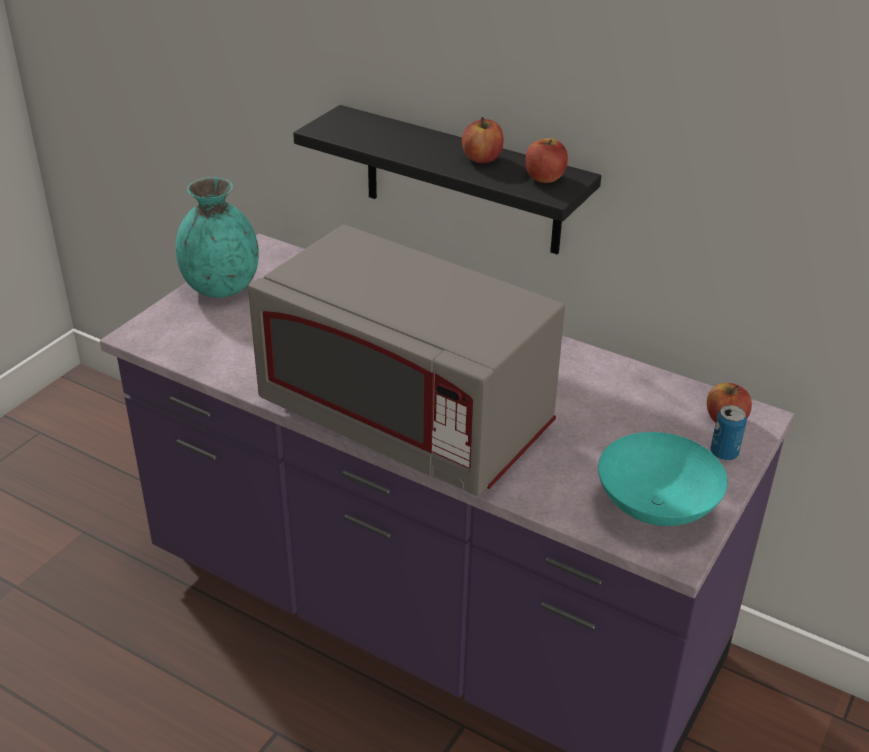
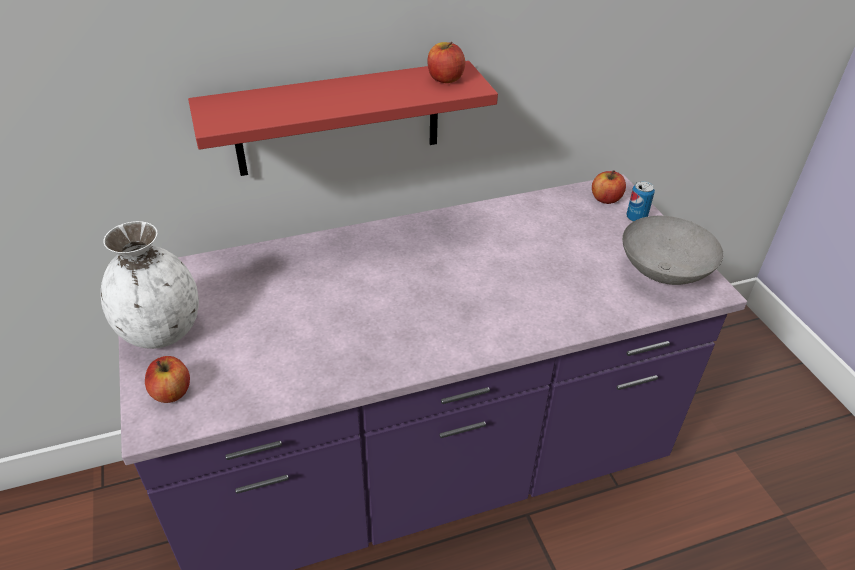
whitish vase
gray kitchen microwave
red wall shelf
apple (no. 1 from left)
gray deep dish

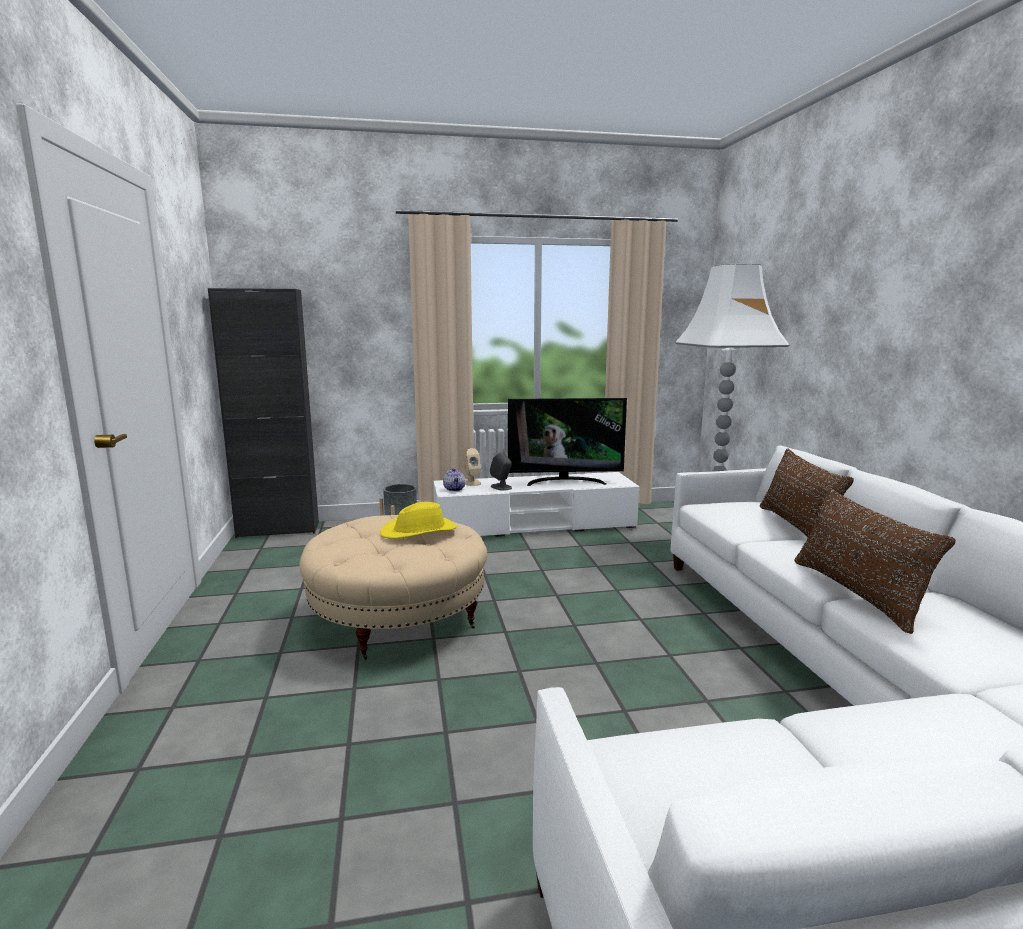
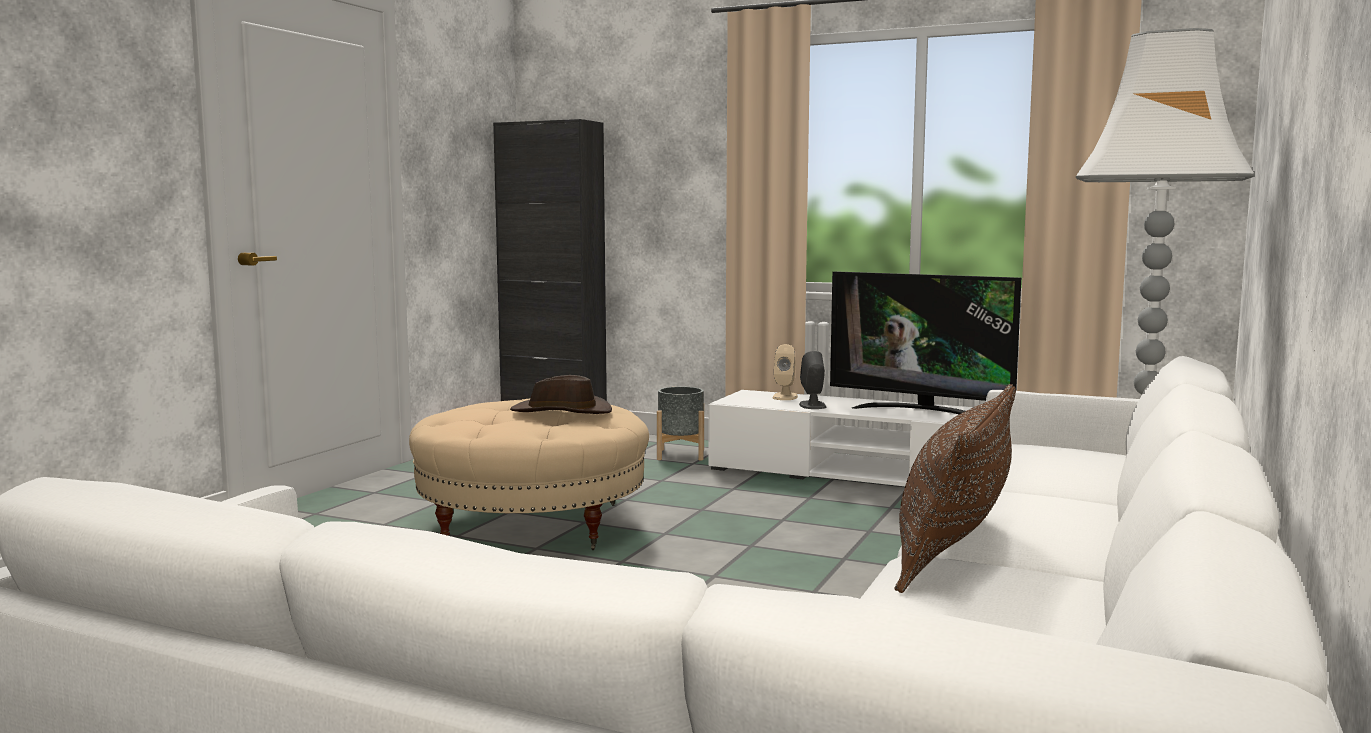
brown-coloured clothing hat
pot for tea
brown-coloured pillow (no. 1 from left in the first image)

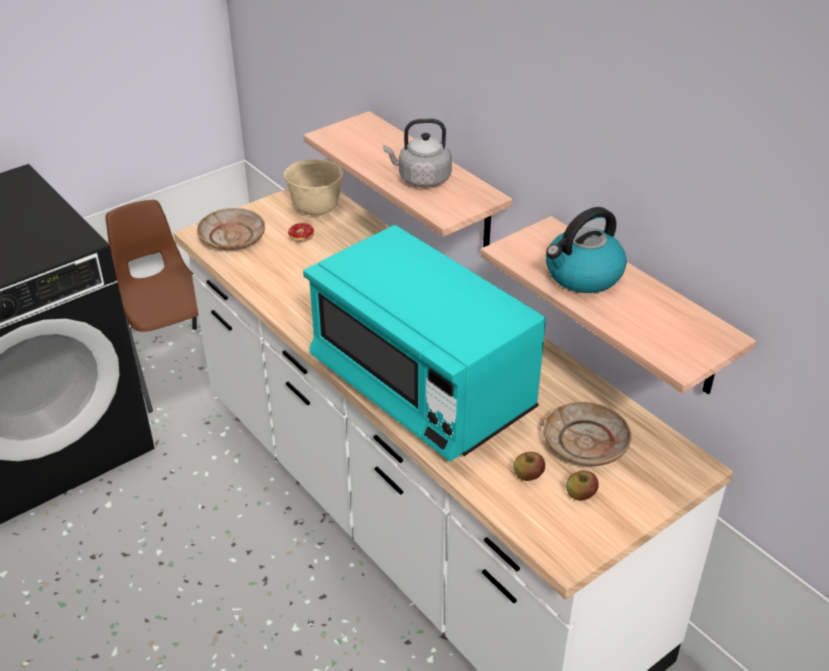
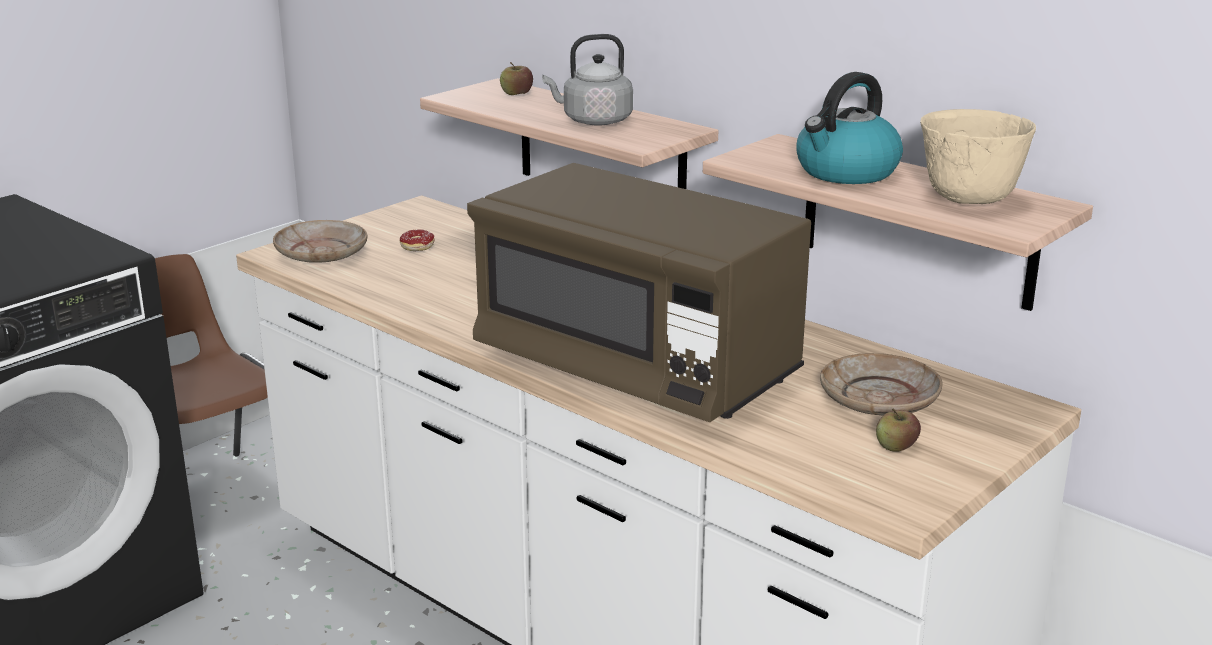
beige-coloured deep dish
brown-coloured kitchen microwave
apple (no. 1 from left)

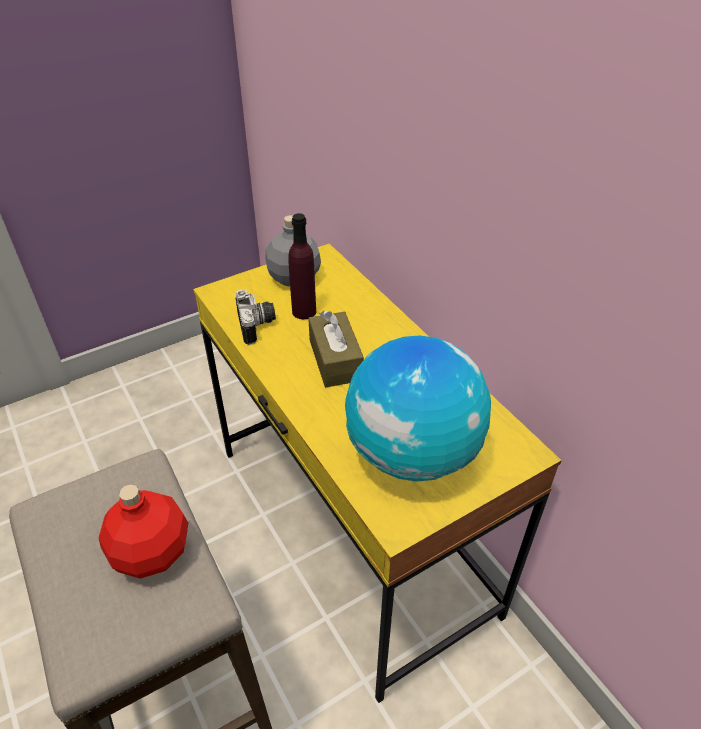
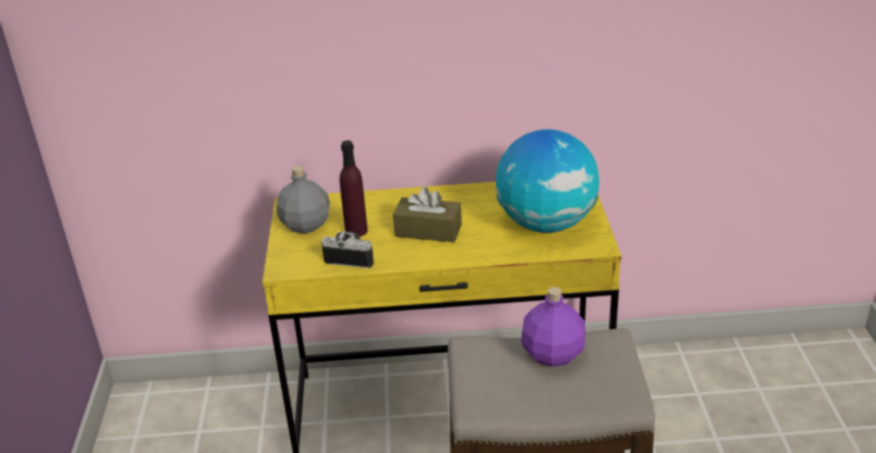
purplish bottle (no. 2 from left)

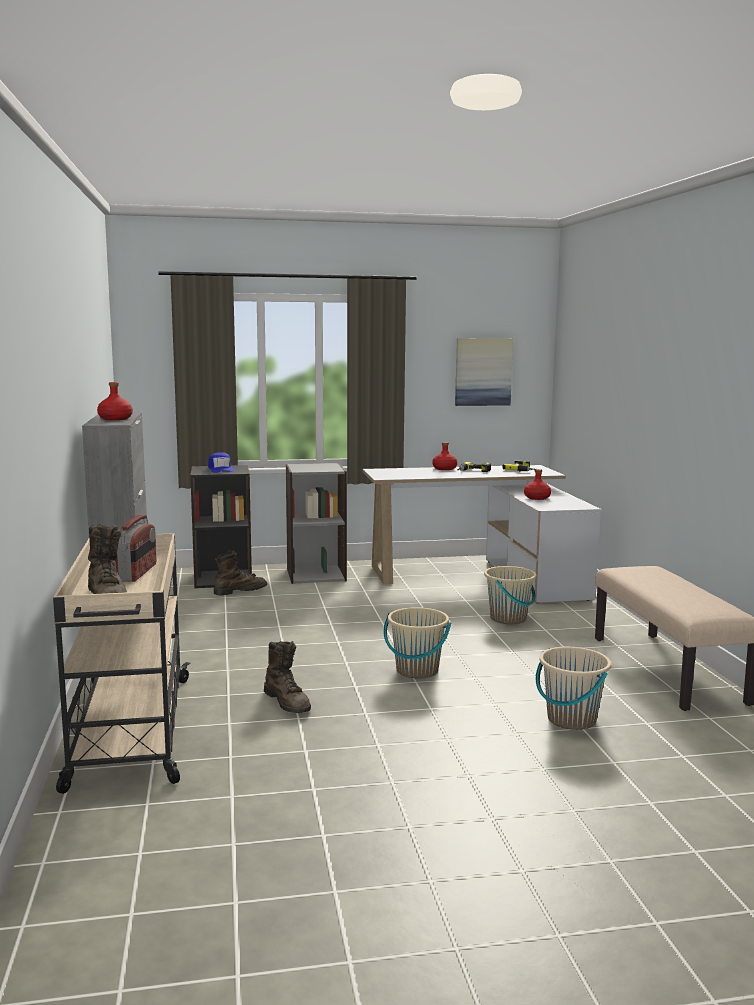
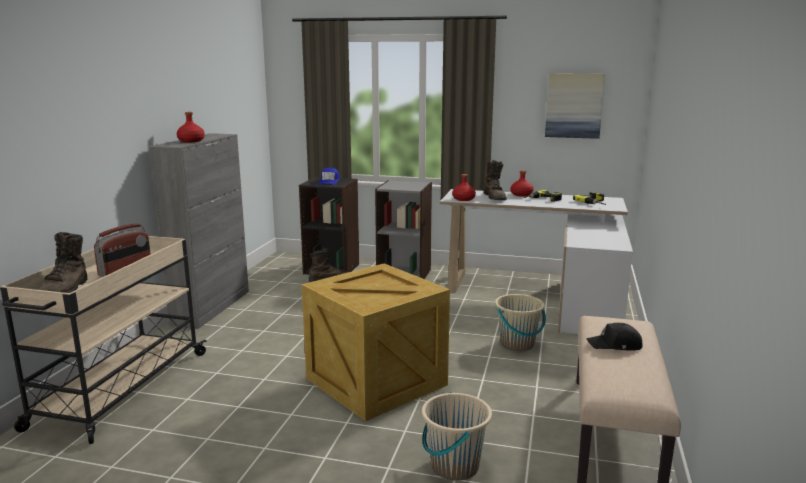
brown-coloured tall boot (no. 3 from left)
shipping crate
red bottle (no. 2 from left)
blackish peaked cap

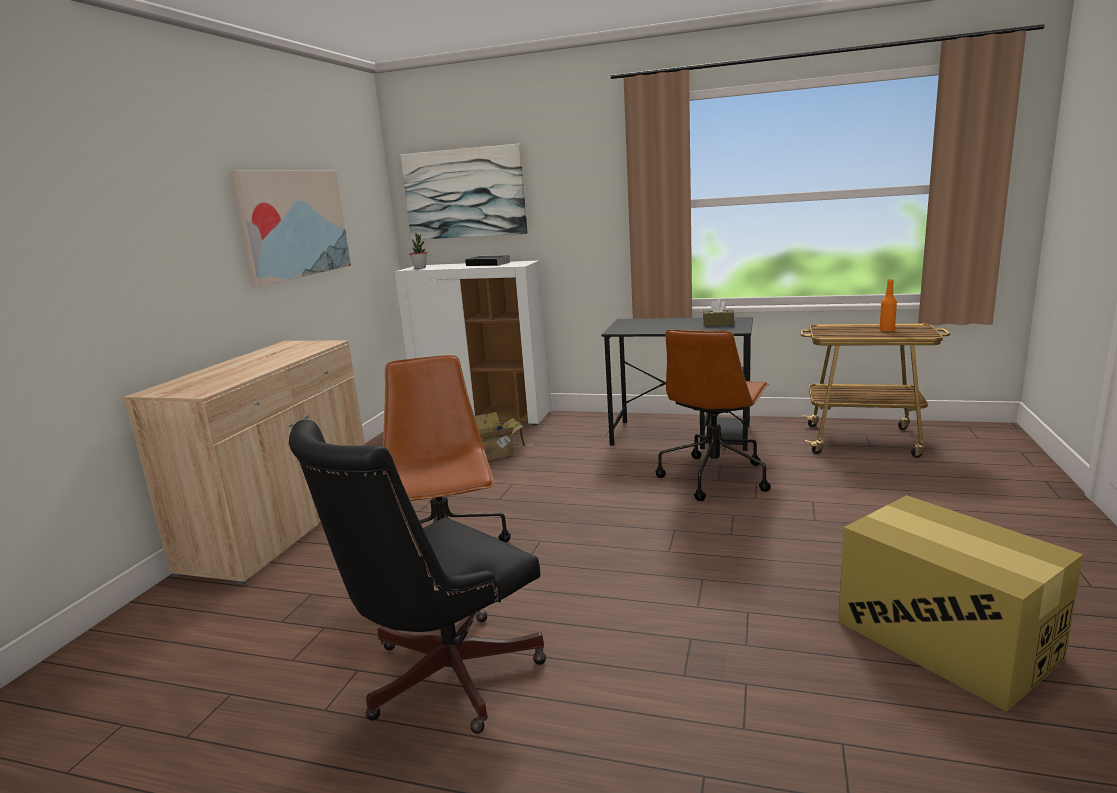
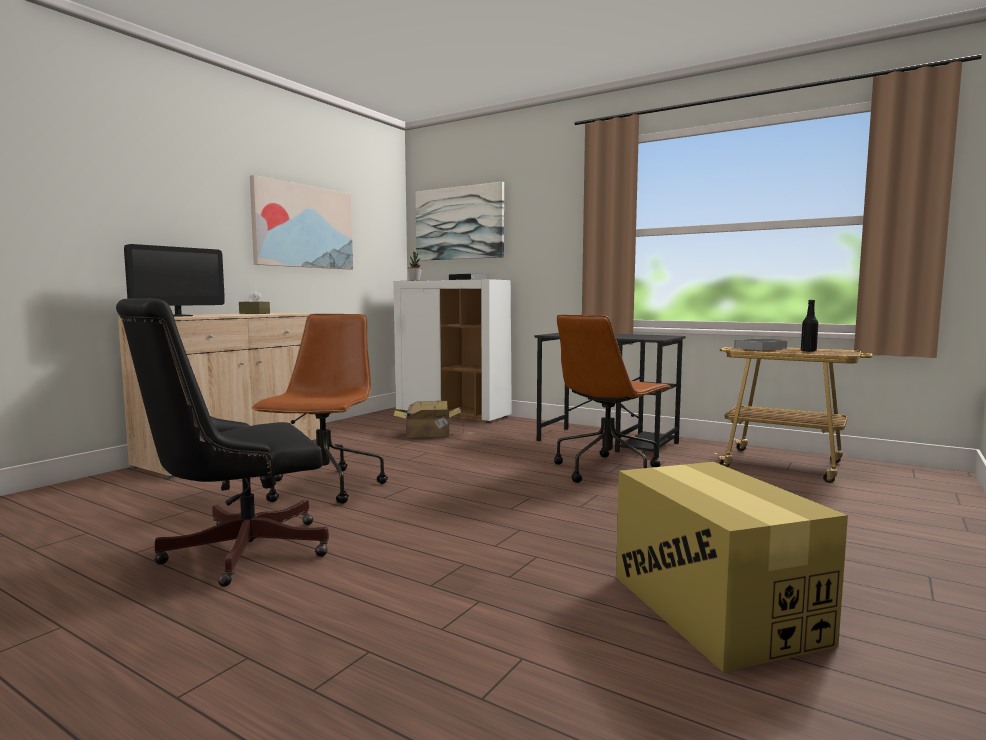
brown-coloured tissue holder
blackish bottle
monitor
volume (no. 2 from left)

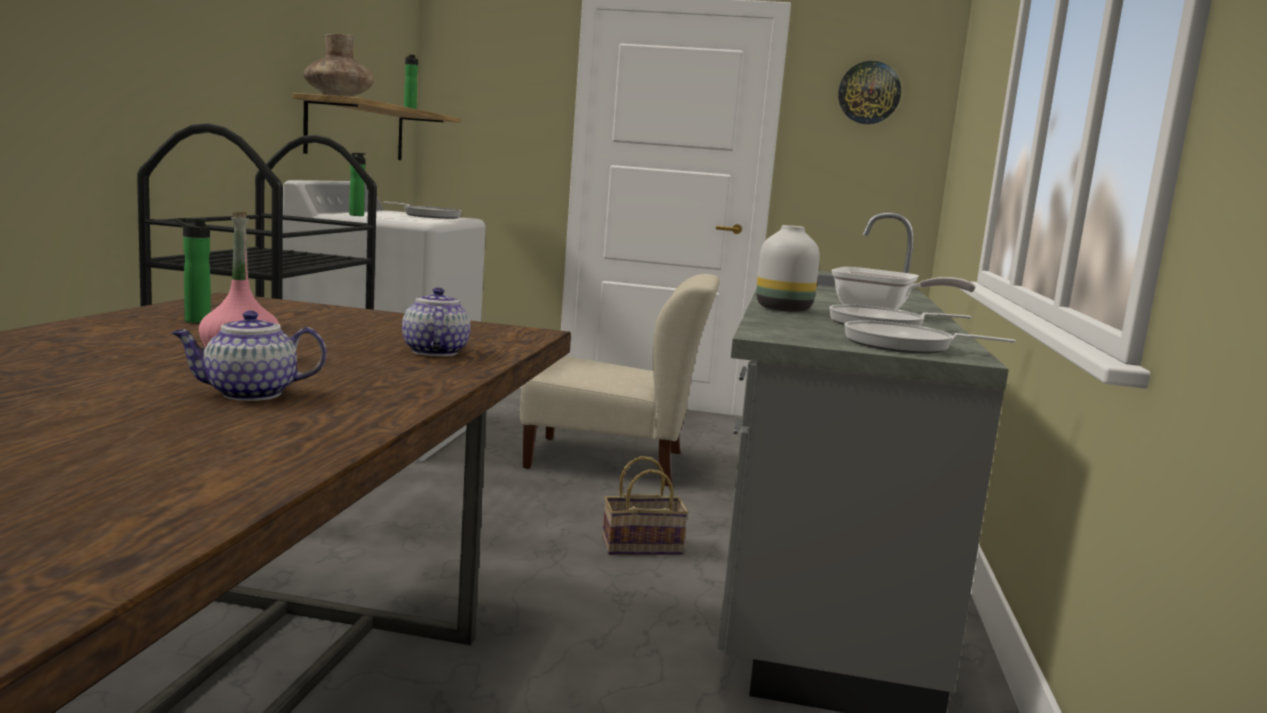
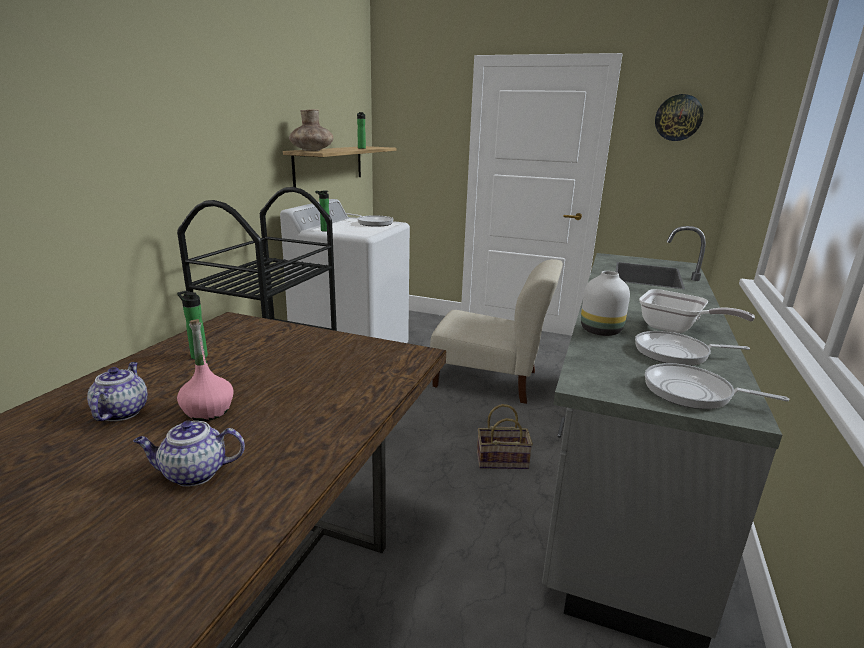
pot for tea (no. 1 from left)

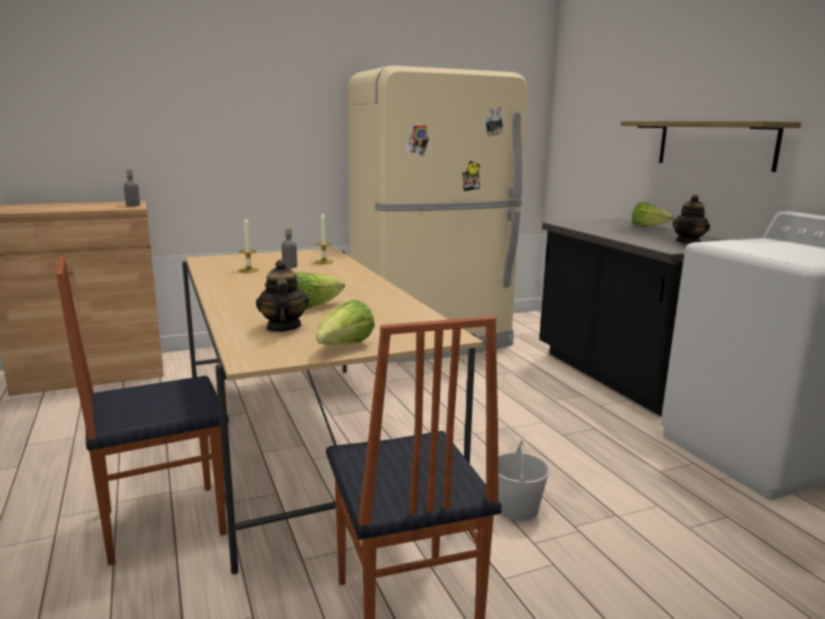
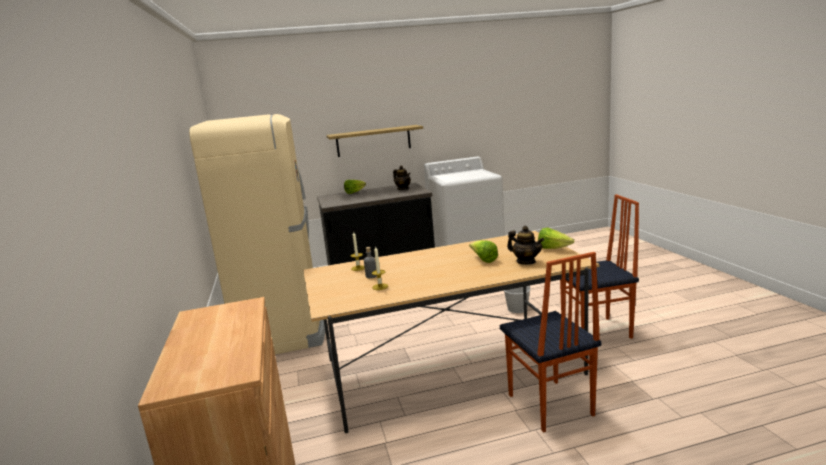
gray bottle (no. 1 from left in the first image)
pot for tea (no. 2 from left)

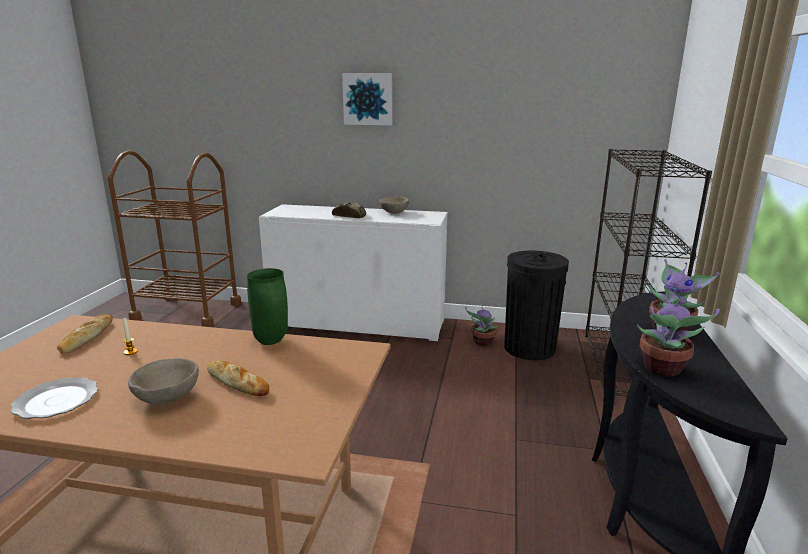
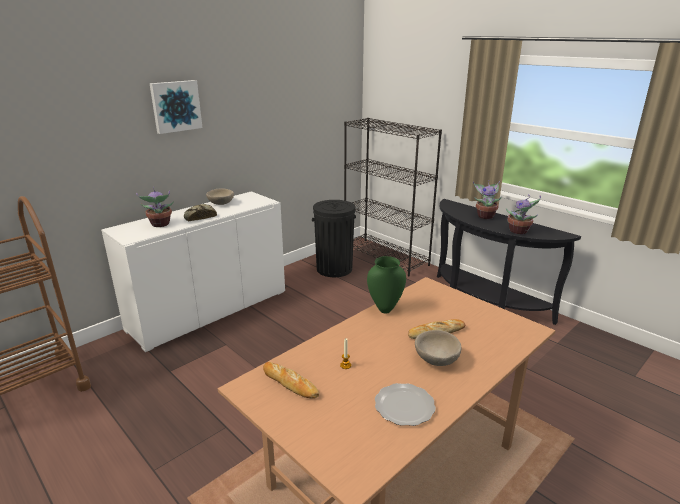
plant in a pot (no. 1 from left)

